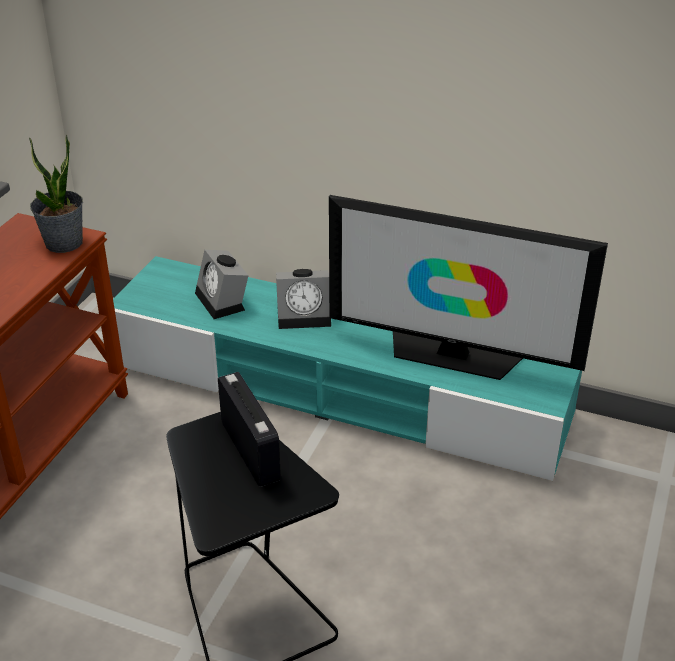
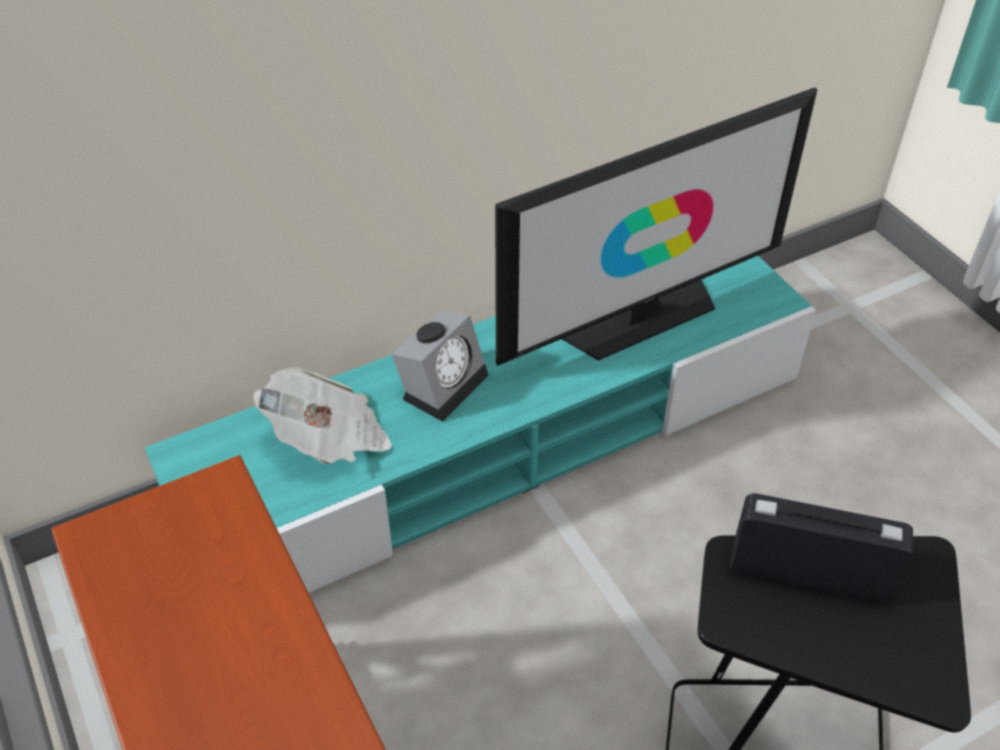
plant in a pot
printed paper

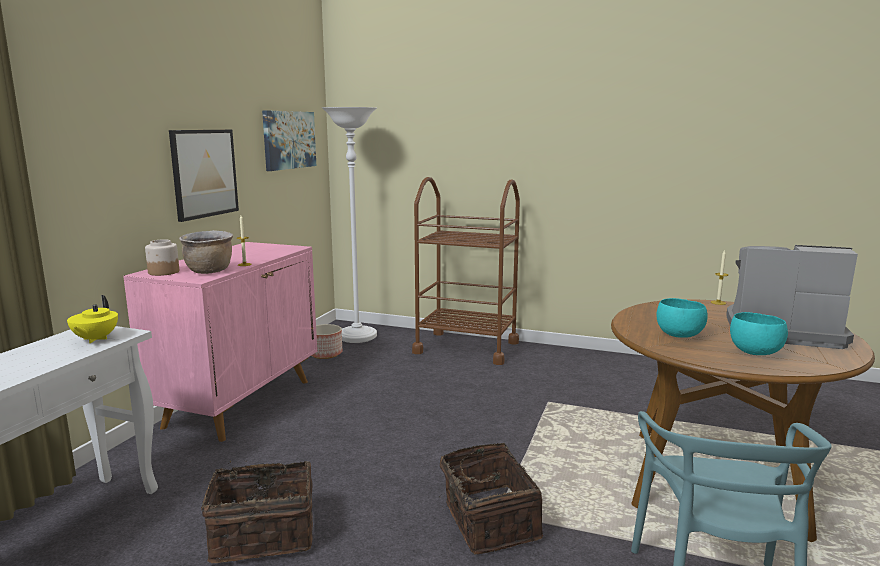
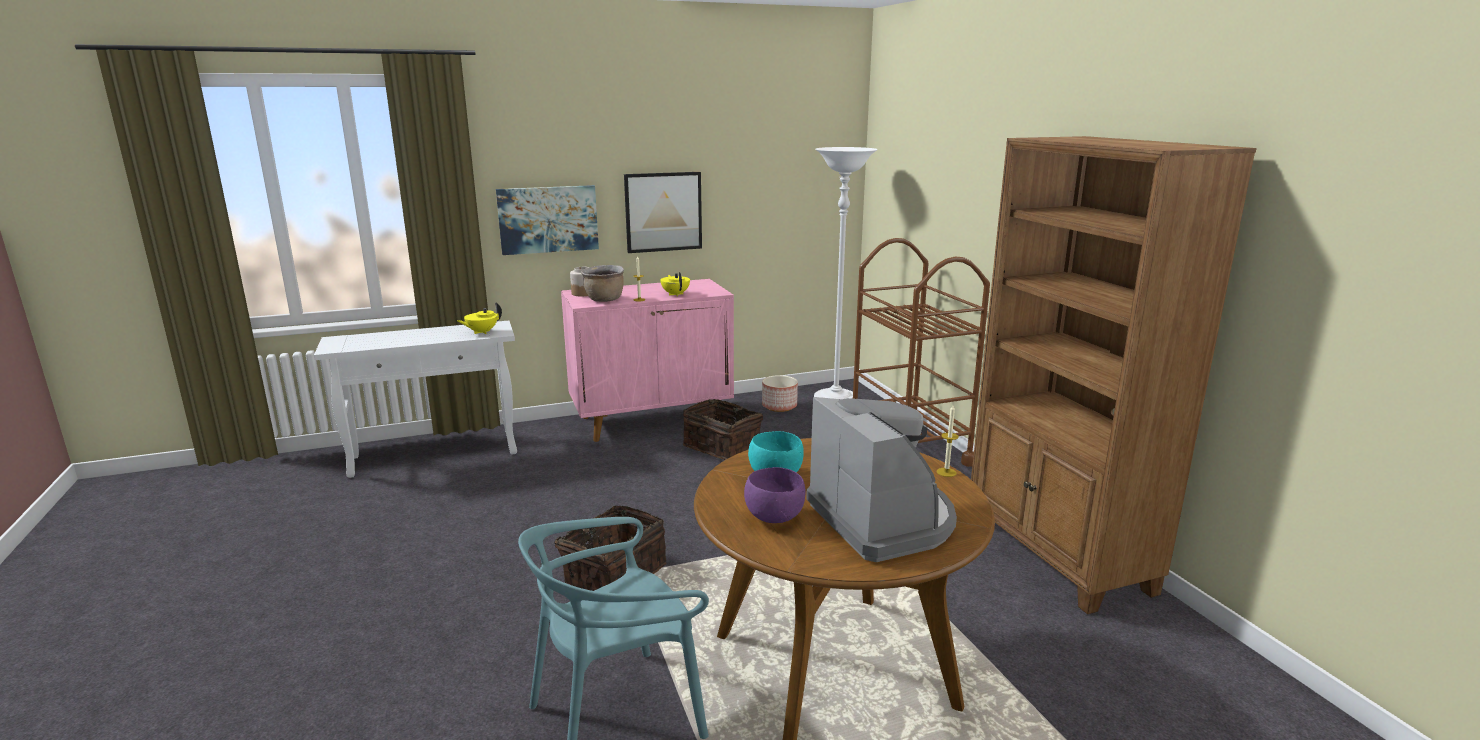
storage basket (no. 2 from left)
picture (no. 1 from left)
purplish deep dish
yellow pot for tea (no. 2 from left)
brown-coloured bookshelf

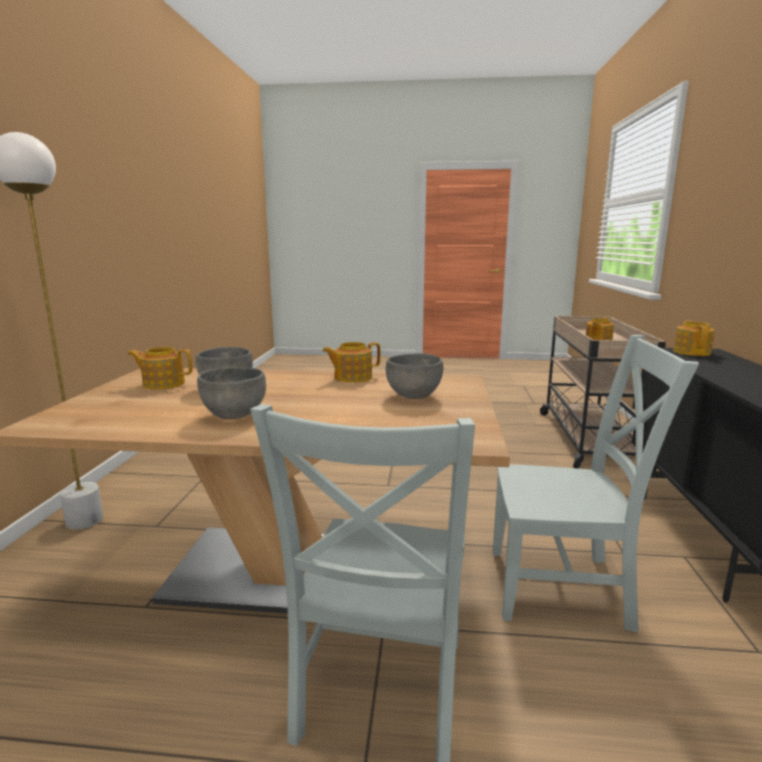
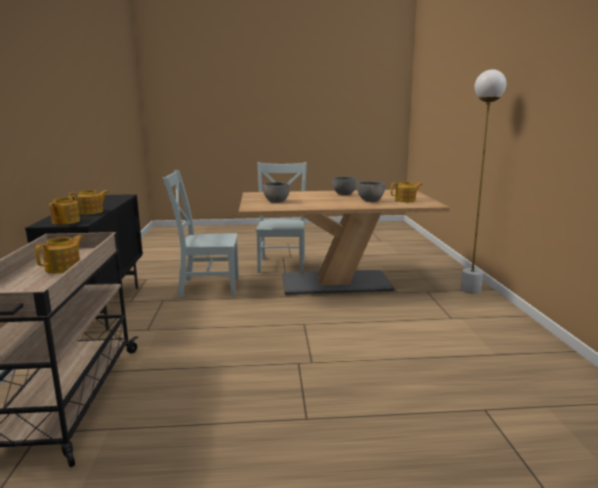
pot for tea (no. 3 from left)

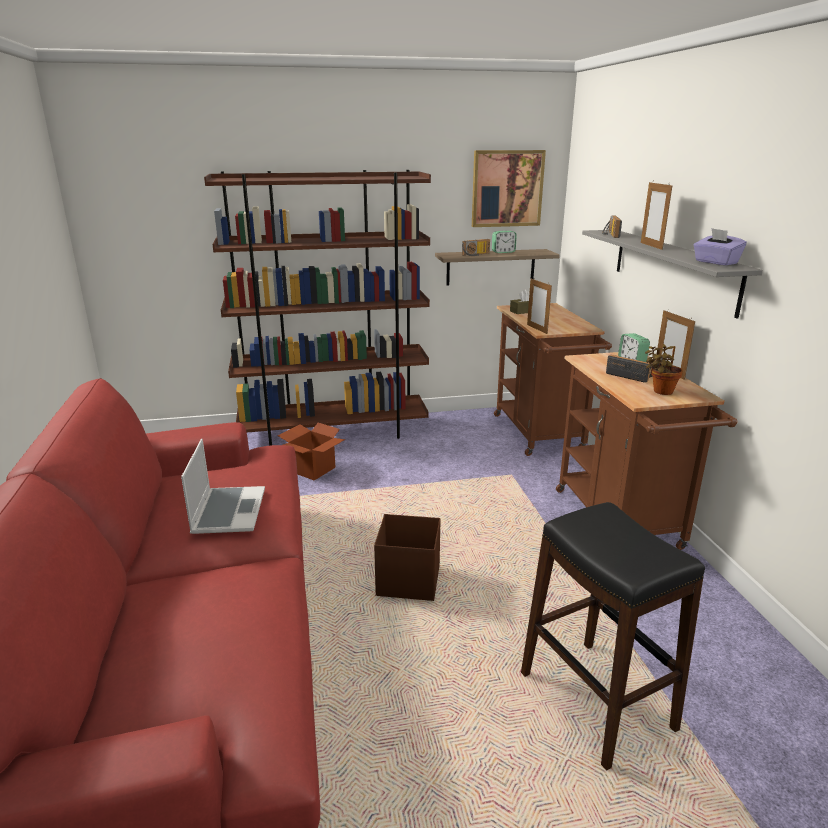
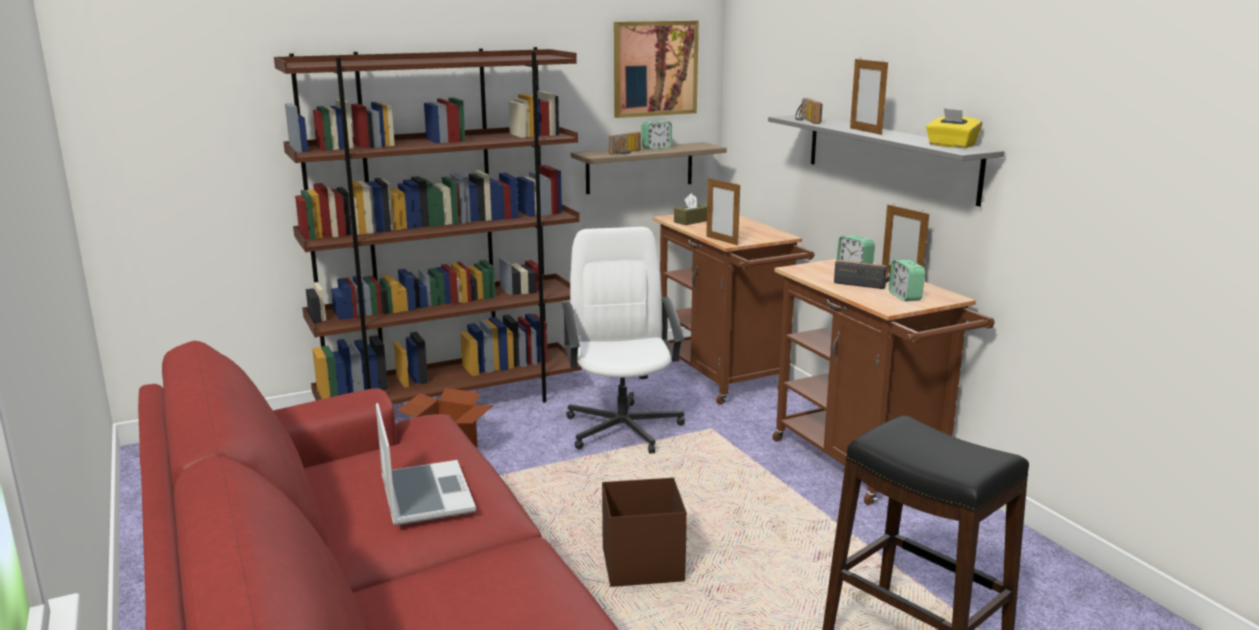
alarm clock (no. 3 from left)
yellow tissue holder
whitish desk chair

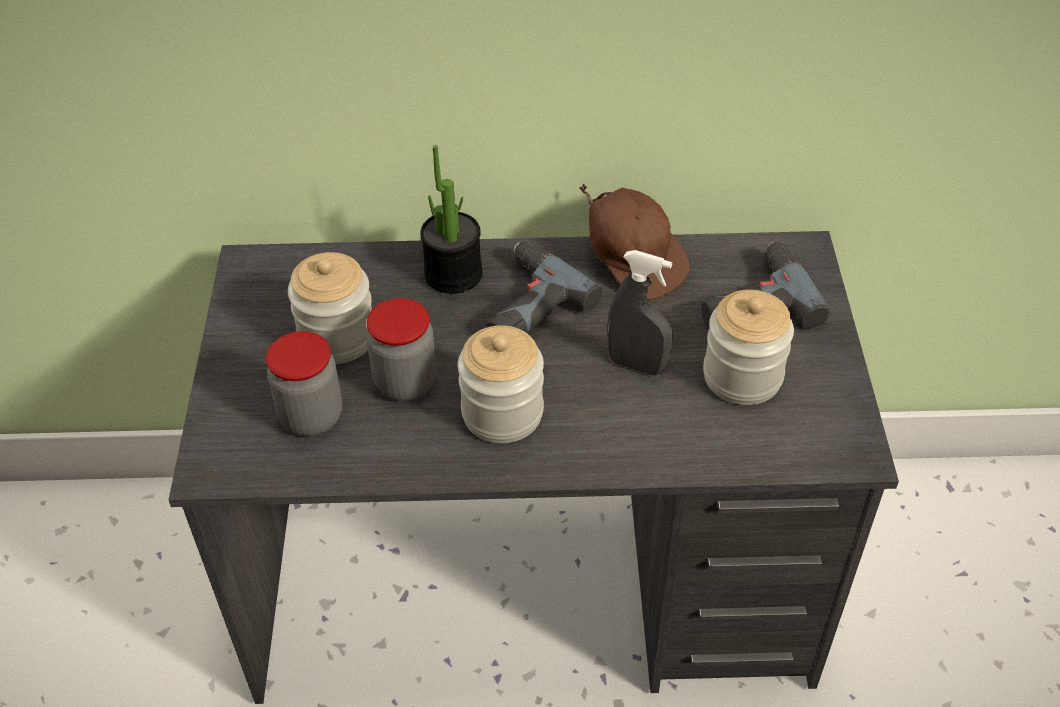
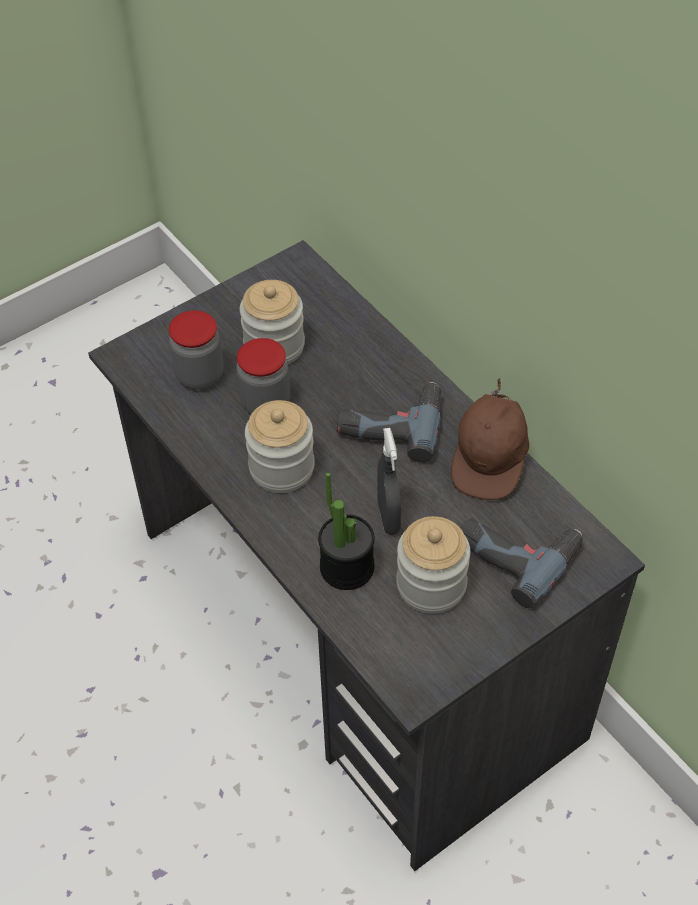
plant in a pot

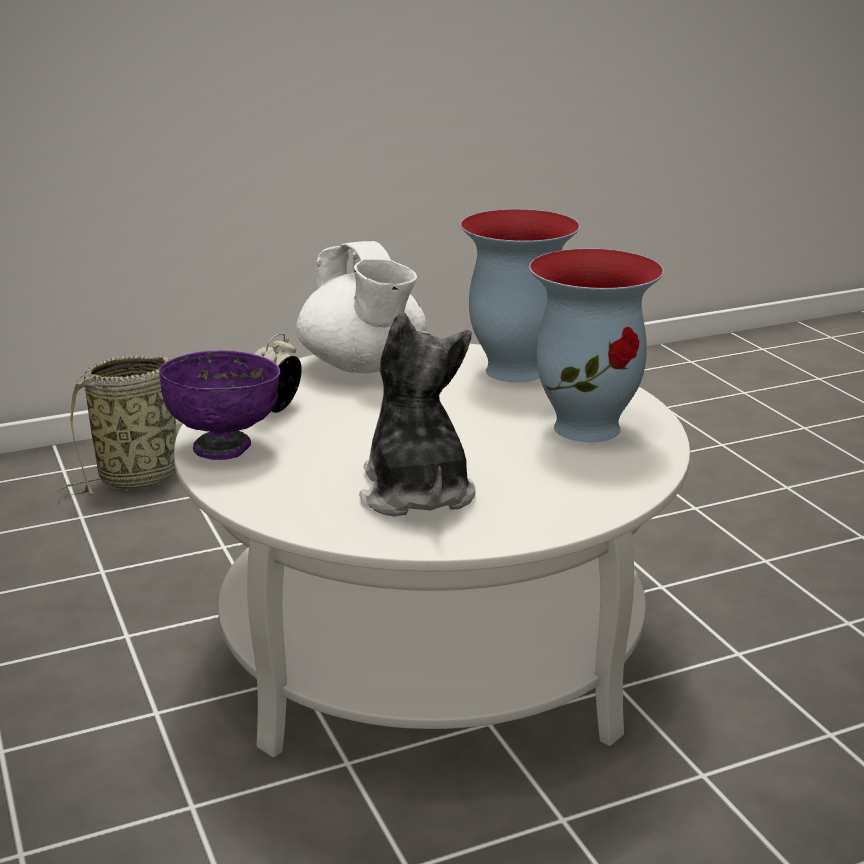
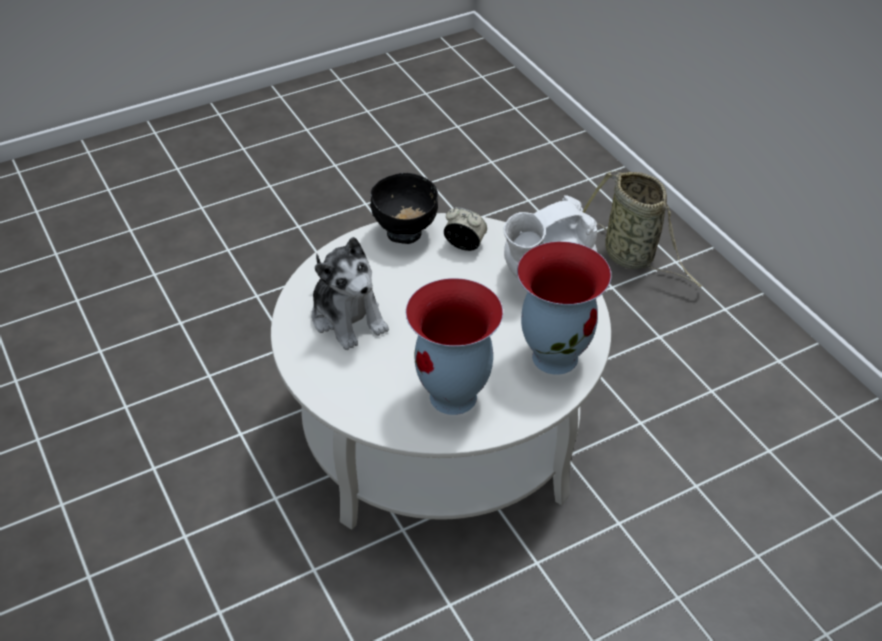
blackish deep dish
plush toy

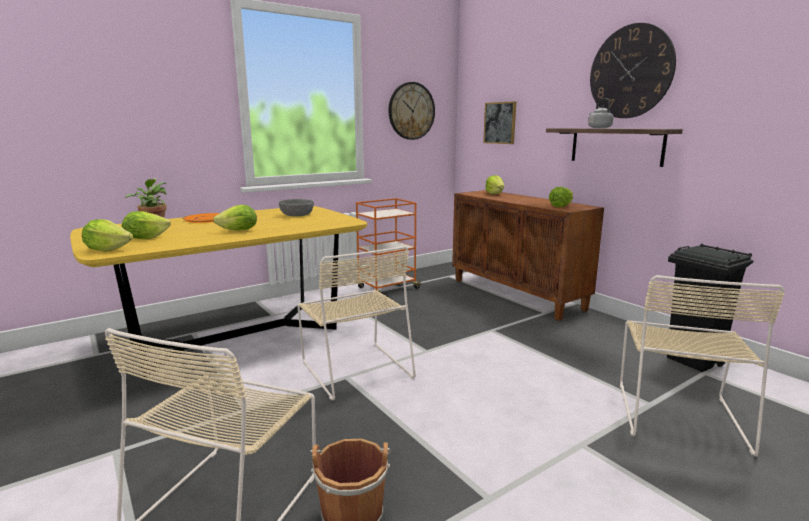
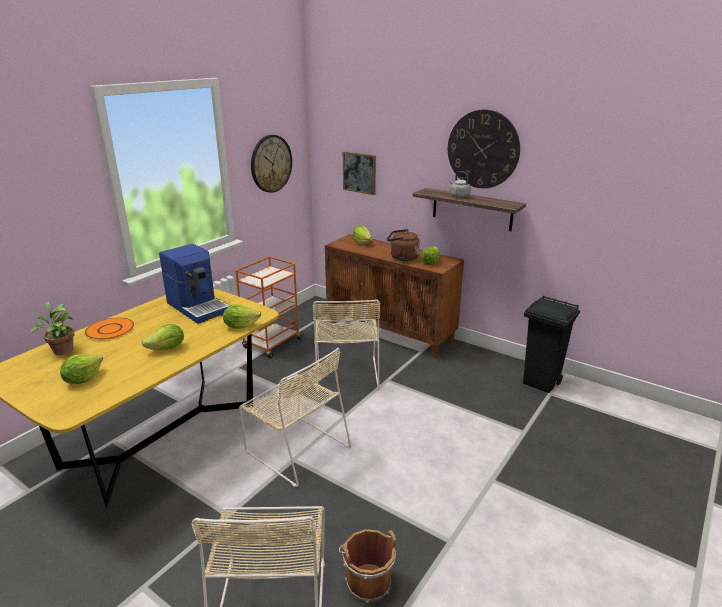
lettuce head (no. 3 from left)
coffee maker
beige-coloured upright chair (no. 3 from left)
brown-coloured tea kettle

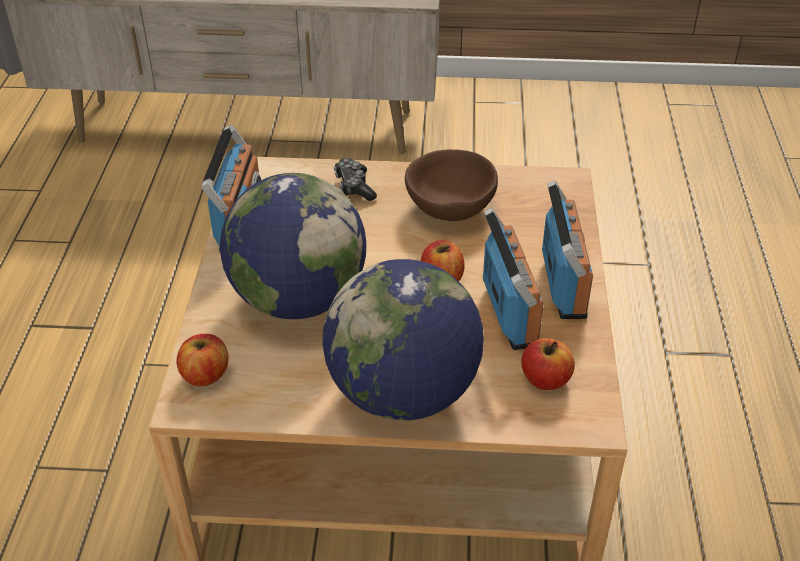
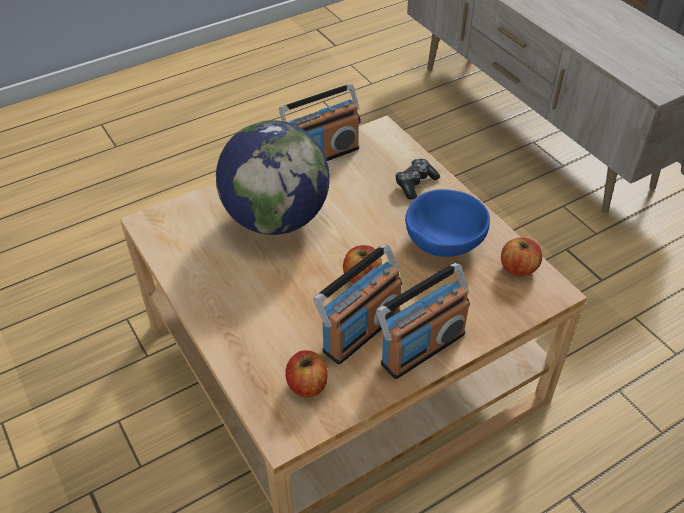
apple (no. 3 from left)
globe (no. 2 from left in the first image)
blue deep dish

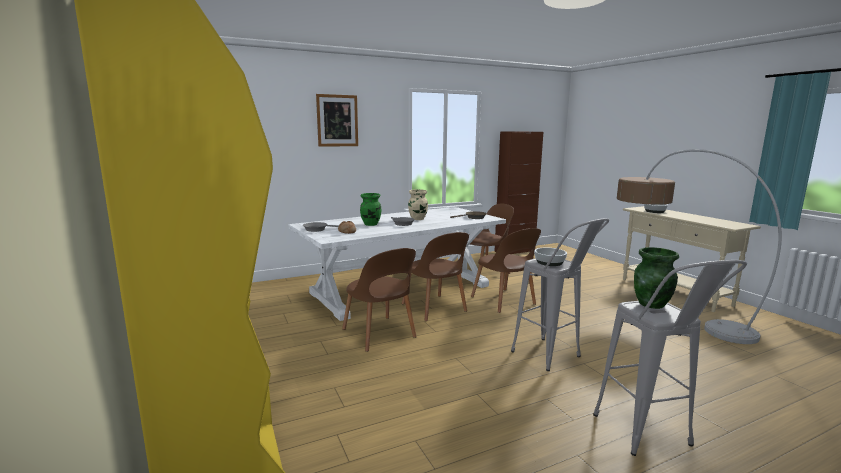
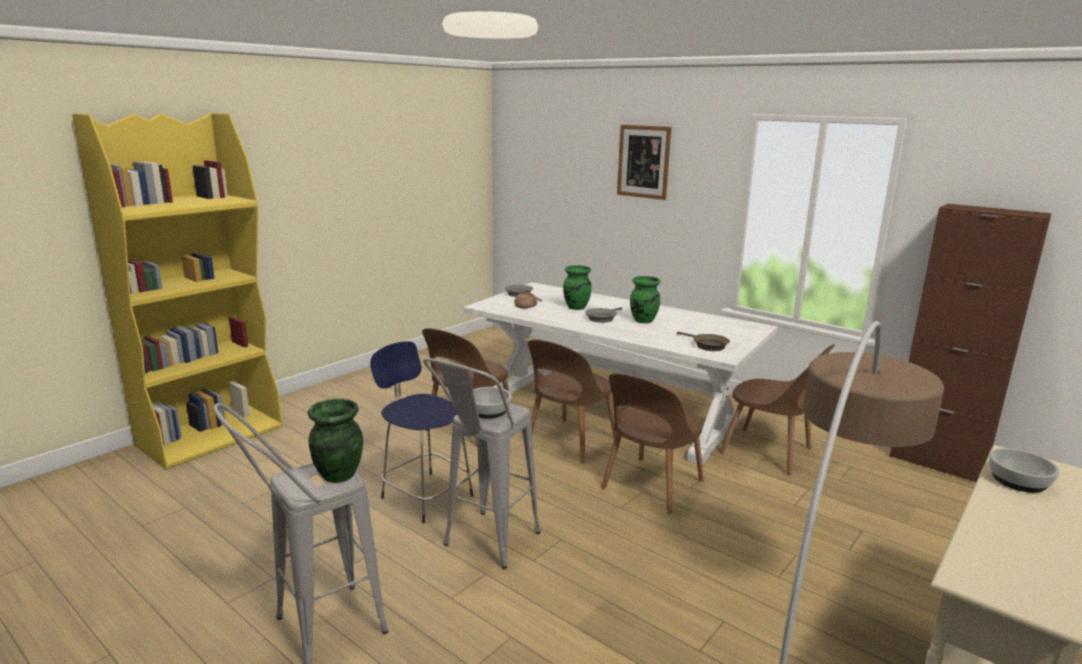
green-coloured vase (no. 3 from left)
blue stool

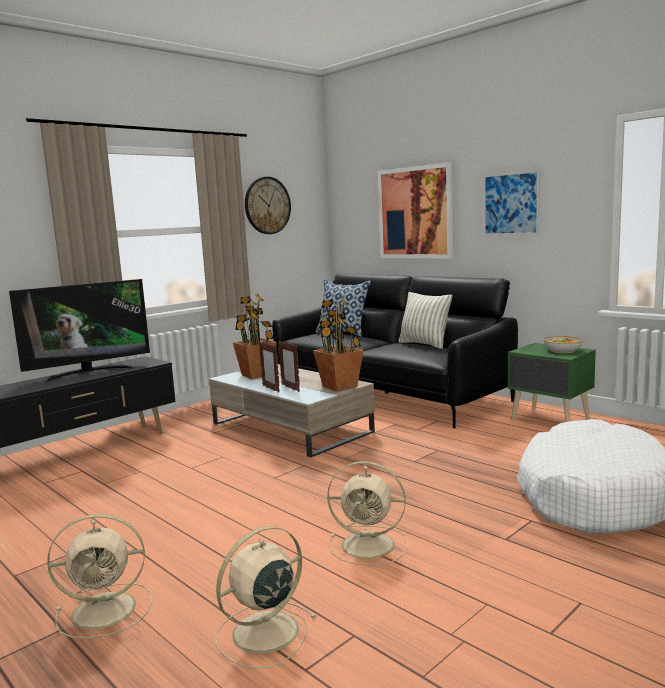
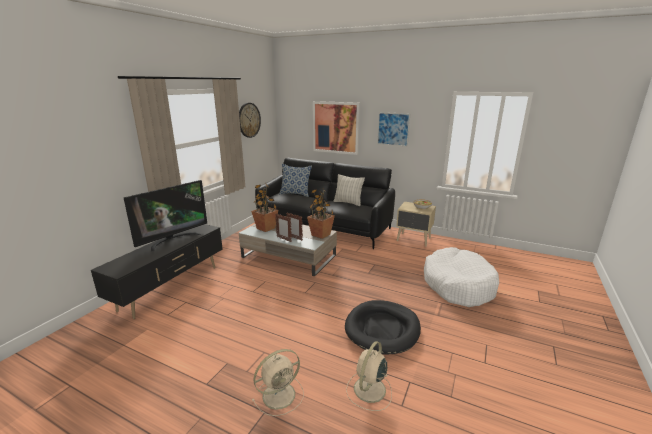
blackish pet bed
beige-coloured nightstand

